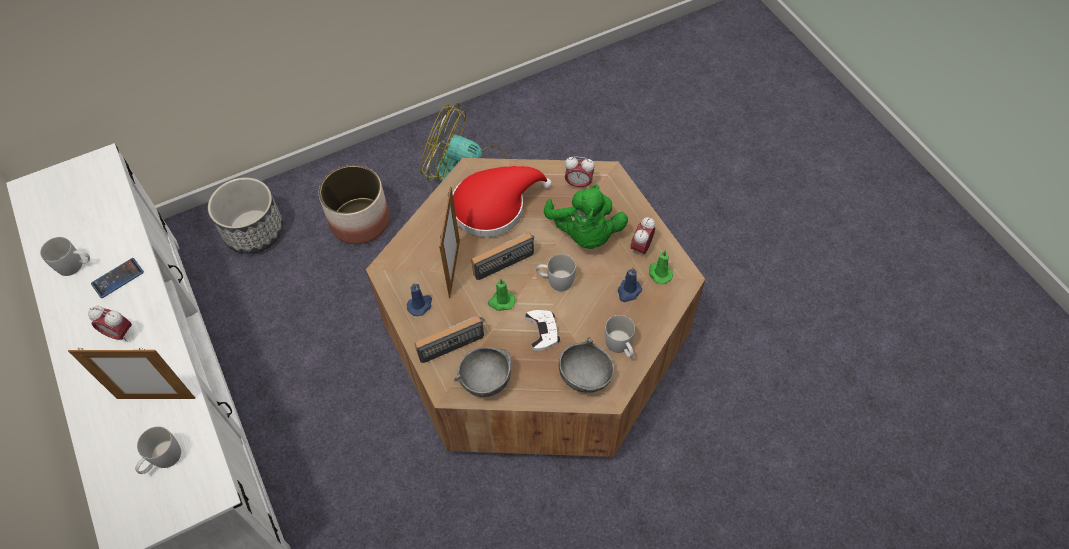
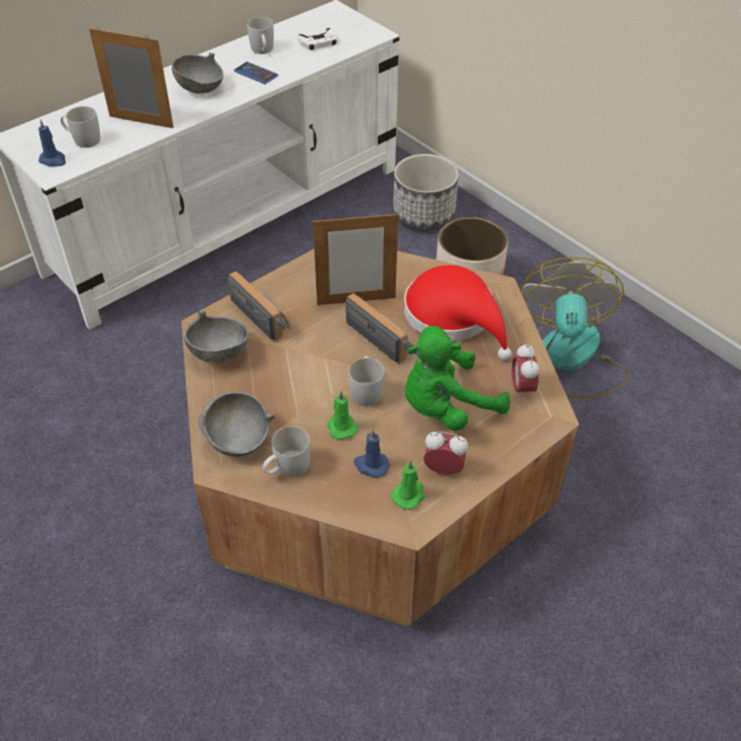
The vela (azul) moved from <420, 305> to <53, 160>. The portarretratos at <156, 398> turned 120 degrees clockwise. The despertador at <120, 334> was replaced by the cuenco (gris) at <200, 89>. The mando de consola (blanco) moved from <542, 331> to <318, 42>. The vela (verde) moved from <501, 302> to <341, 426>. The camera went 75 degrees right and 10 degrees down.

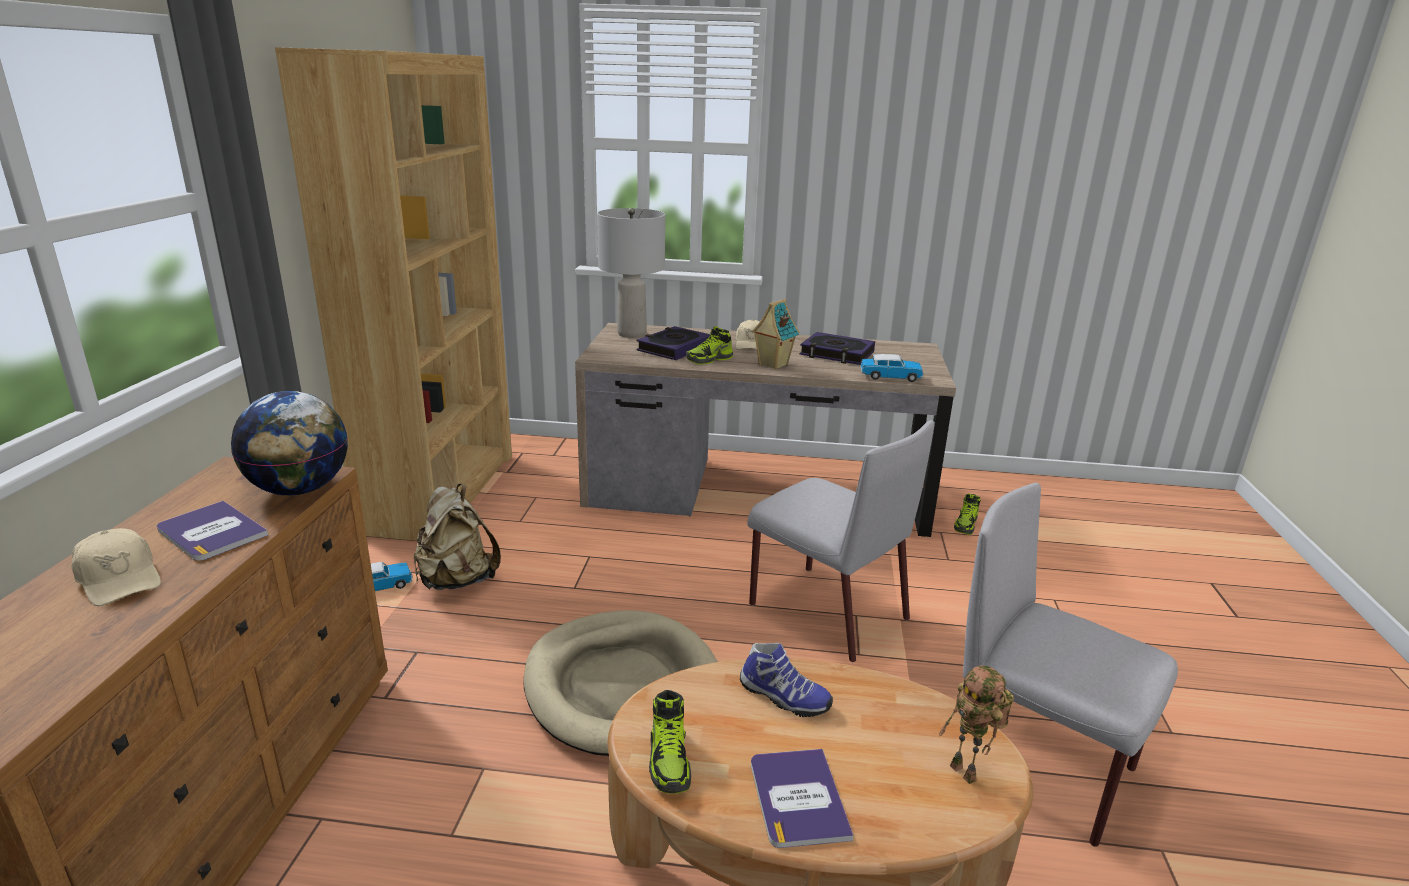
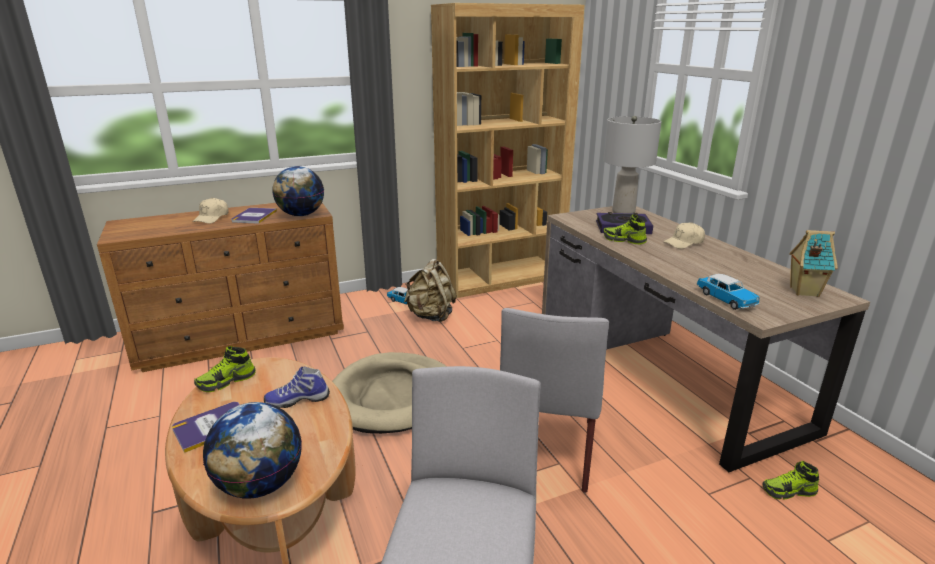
The robot de juguete at <967, 773> was replaced by the globo terráqueo at <259, 485>. The zapato at <783, 698> turned 75 degrees clockwise. The casita moved from <772, 364> to <803, 291>. The libro at <836, 354> disappeared. The camera went 60 degrees right and 0 degrees up.

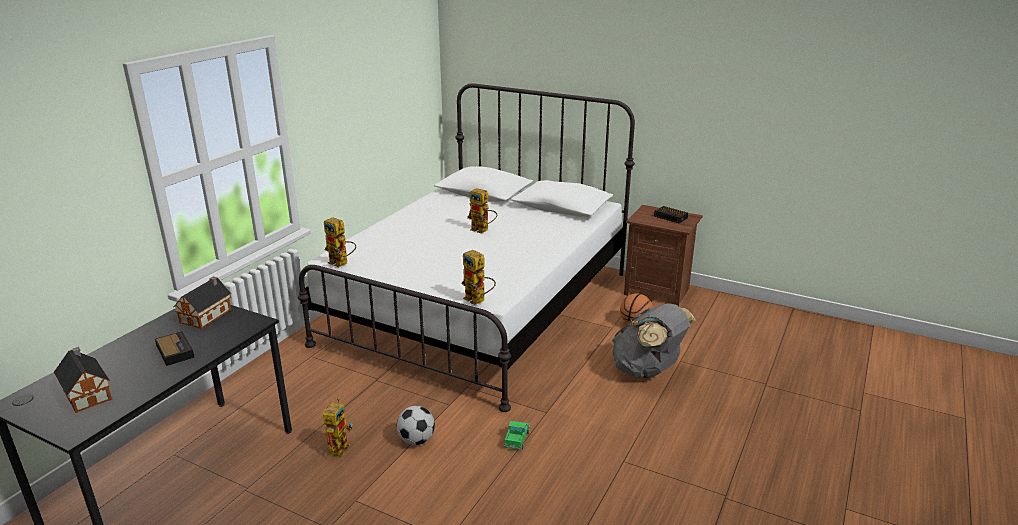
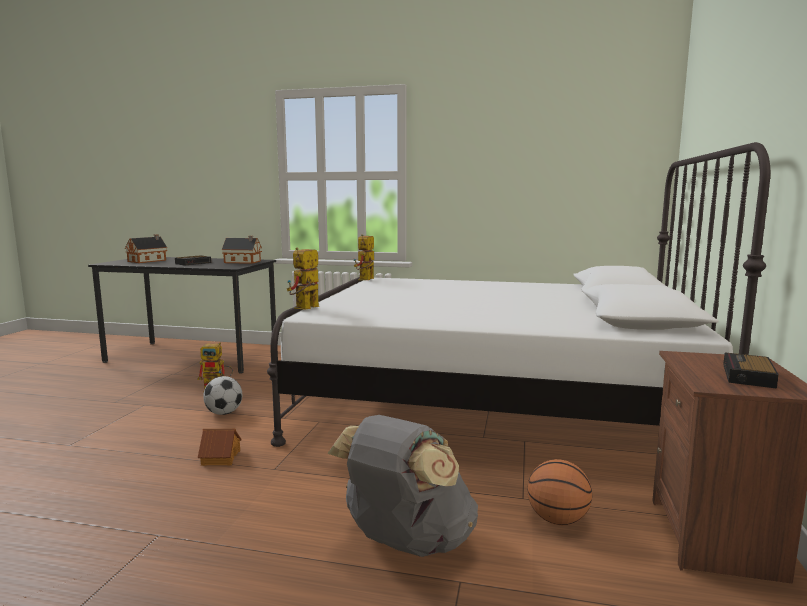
The camión de juguete at <516, 439> was replaced by the casita at <220, 457>. The robot de juguete at <483, 230> disappeared. The camera went 75 degrees right and 15 degrees down.

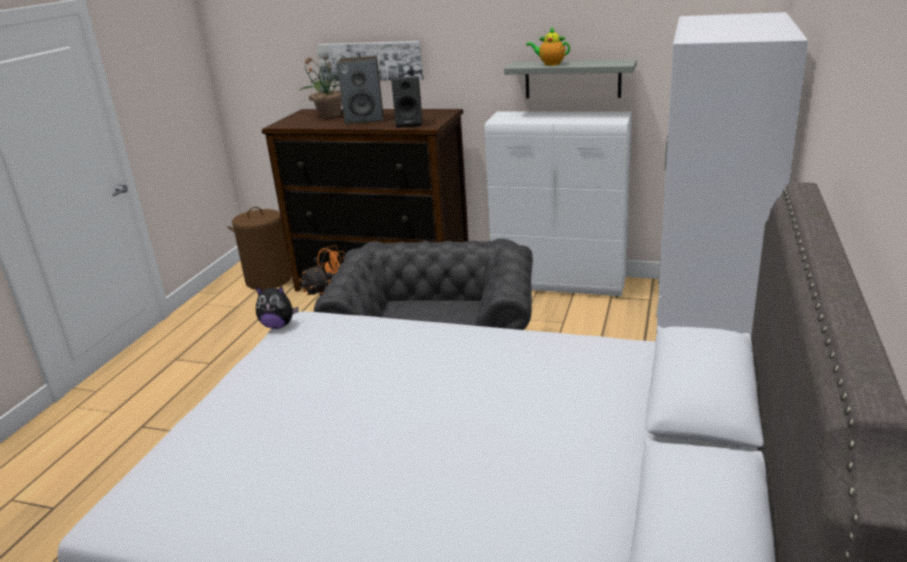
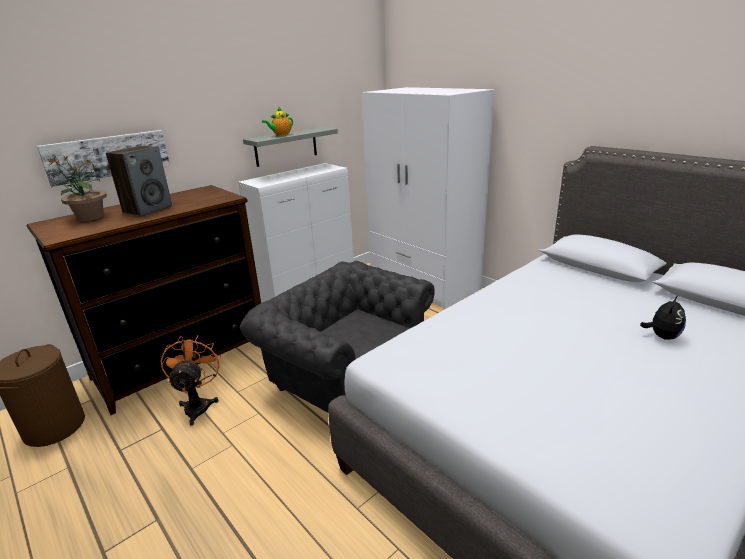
The peluche moved from <278, 326> to <662, 336>. The altavoz (negro) at <410, 123> disappeared. The camera went 60 degrees left and 0 degrees up.

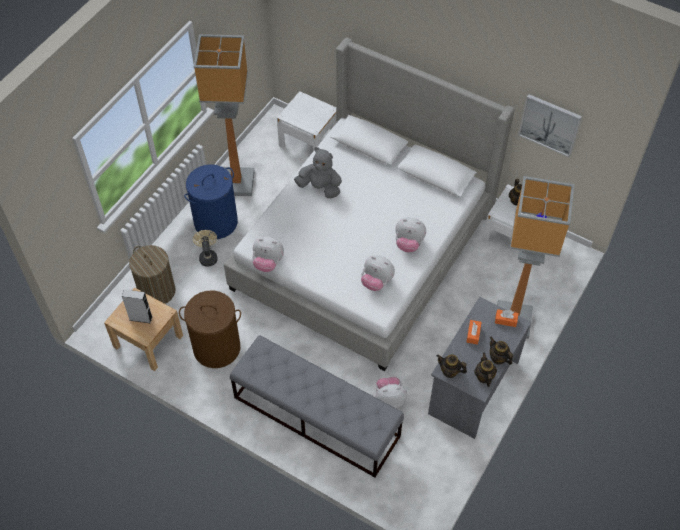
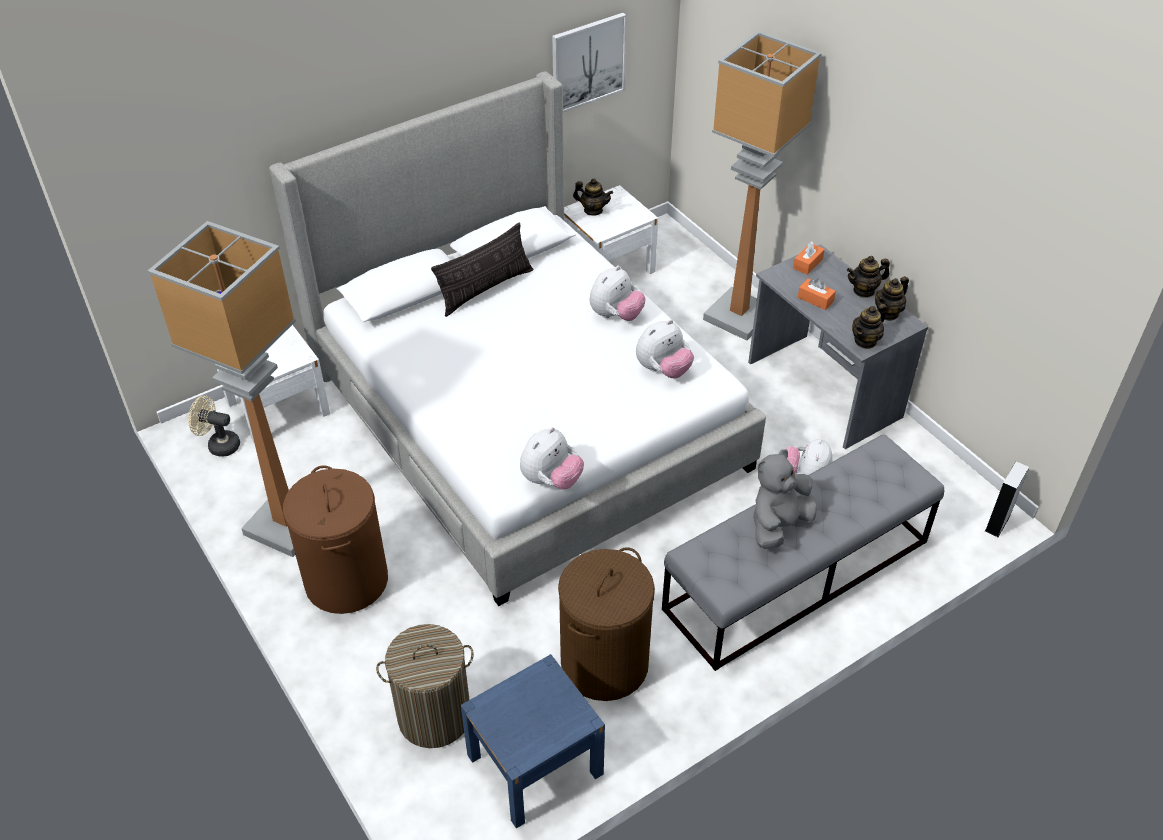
The ventilador (beis) moved from <208, 256> to <219, 445>. The cesto de la ropa (azul) at <216, 222> became the cesto de la ropa (marrón) at <346, 580>. The cojín at <485, 289> appeared. The mesita de noche (beis) at <148, 341> became the mesita de noche (azul) at <535, 764>. The peluche (gris) moved from <320, 187> to <778, 525>. The tetera at <484, 376> turned 60 degrees counterclockwise. The altavoz (gris) moved from <140, 318> to <997, 522>. The camera went 65 degrees left and 10 degrees down.

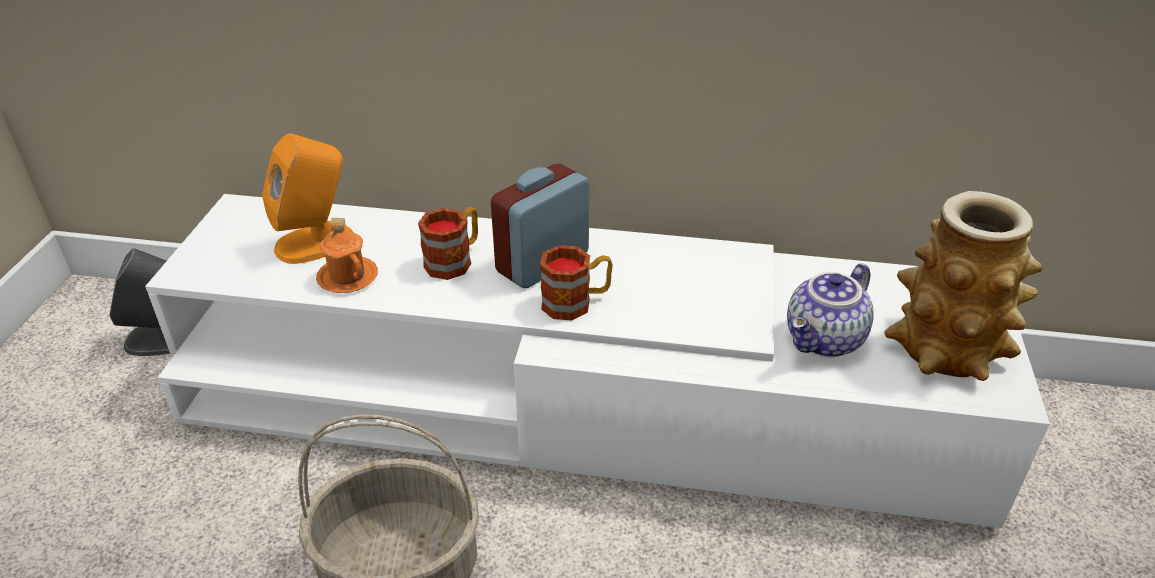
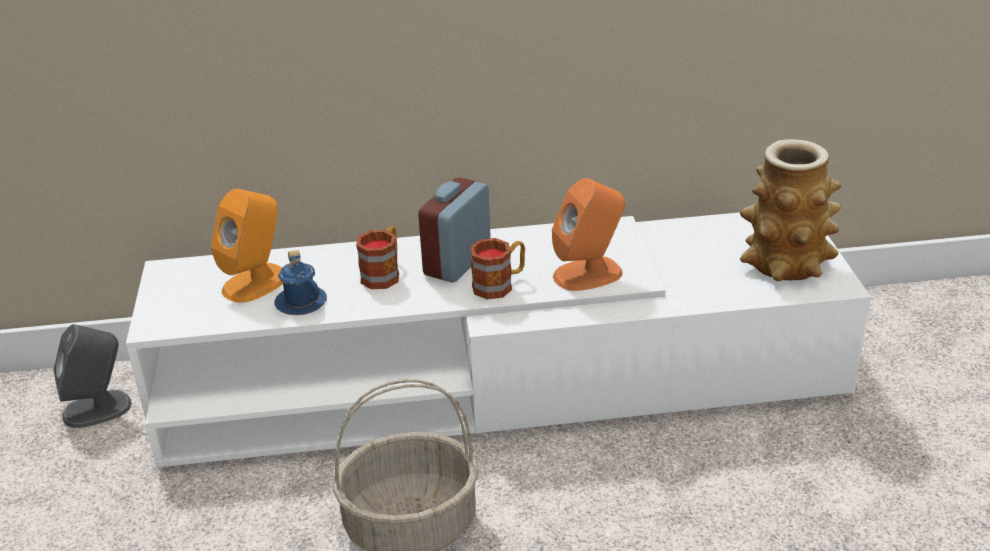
The taza grande (naranja) at <347, 277> became the taza grande (azul) at <301, 302>. The altavoz (naranja) at <588, 274> appeared. The tetera at <825, 341> disappeared. The camera went 15 degrees left and 5 degrees down.

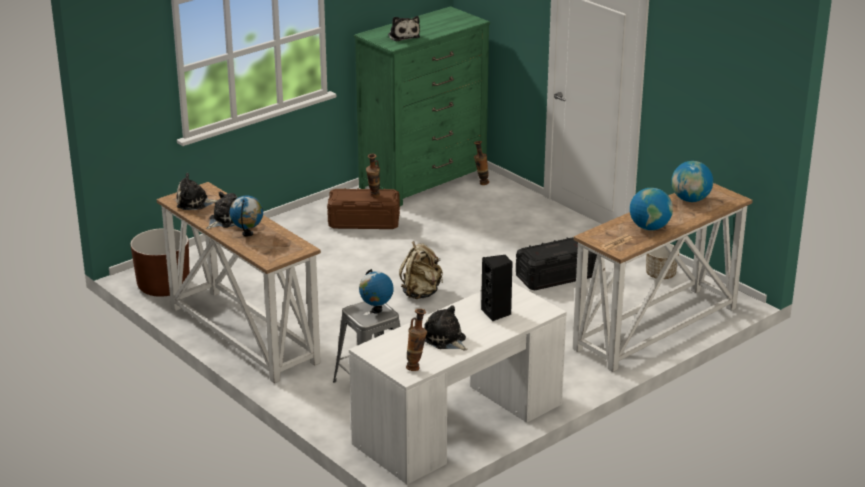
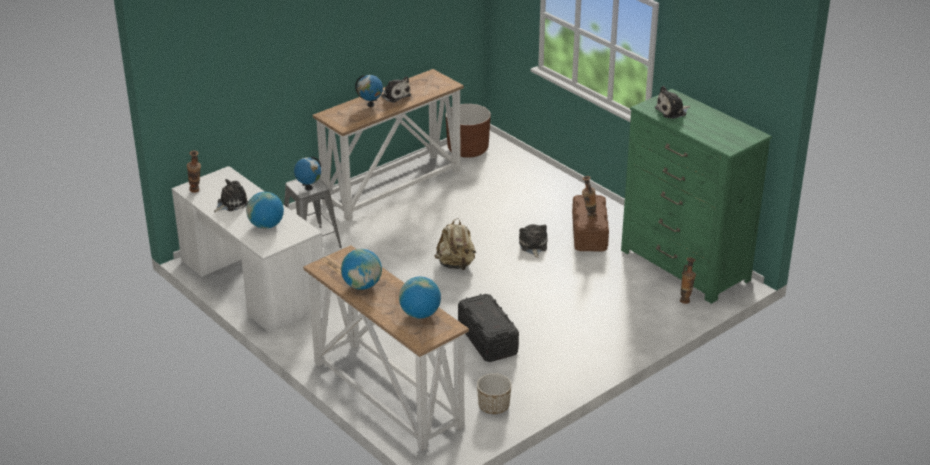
The altavoz (negro) at <496, 313> was replaced by the globo terráqueo at <266, 225>. The peluche moved from <194, 203> to <533, 246>. The camera went 90 degrees right and 5 degrees up.

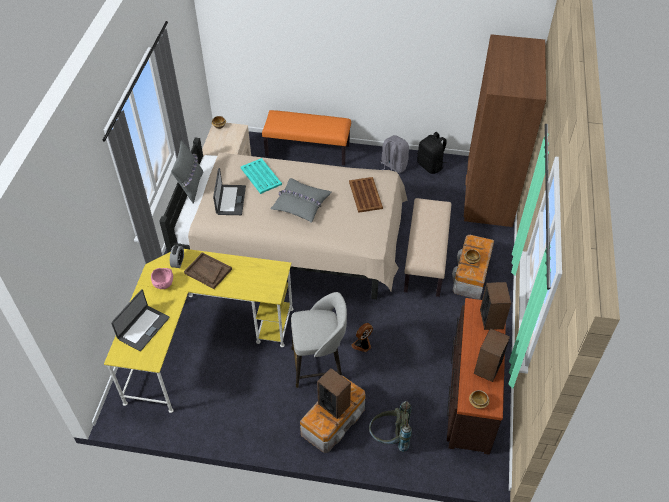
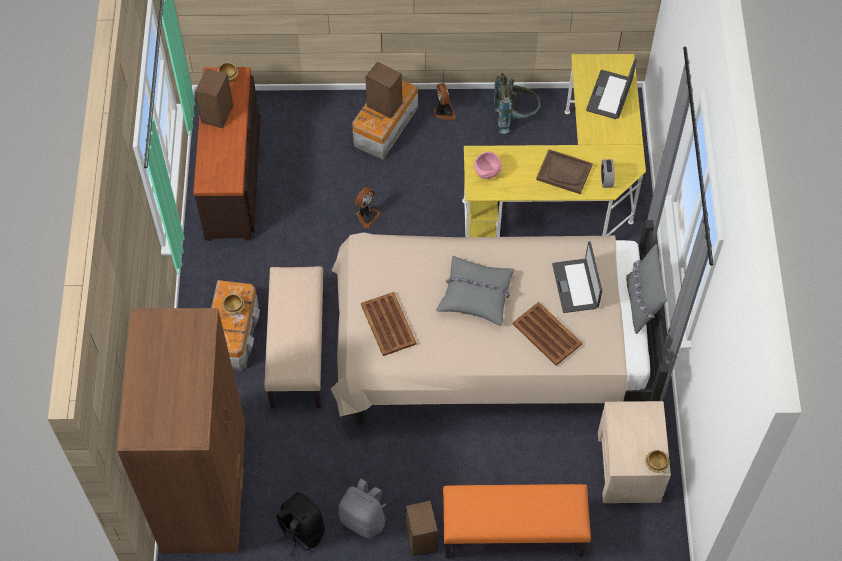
The altavoz moved from <491, 319> to <421, 538>. The ventilador at <443, 112> appeared. The cuenco (rosa) moved from <163, 284> to <487, 173>. The mochila (gris) moved from <390, 438> to <515, 117>. The bandeja (turquesa) at <261, 176> became the bandeja (marrón) at <546, 333>. The taburete (gris) at <319, 365> disappeared. The camera went 170 degrees right and 10 degrees up.

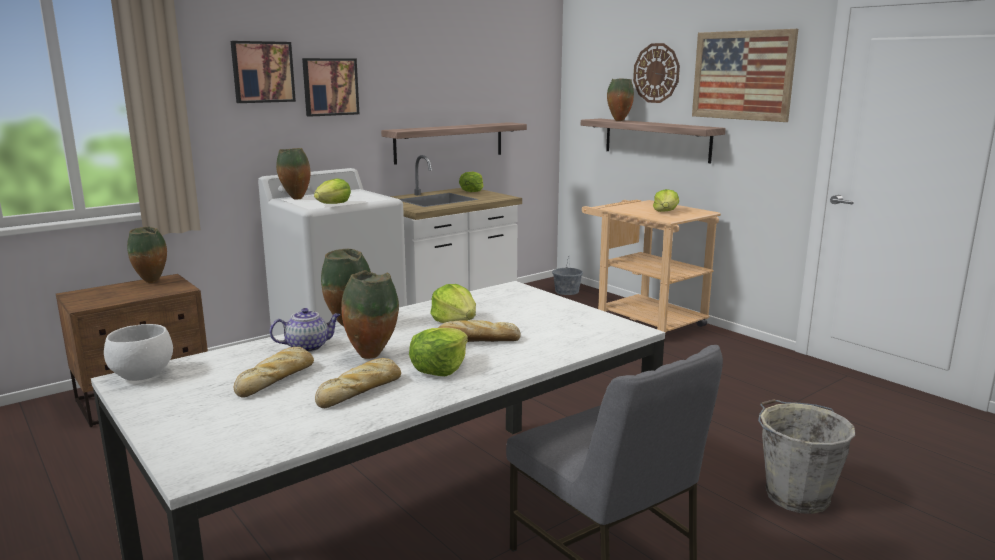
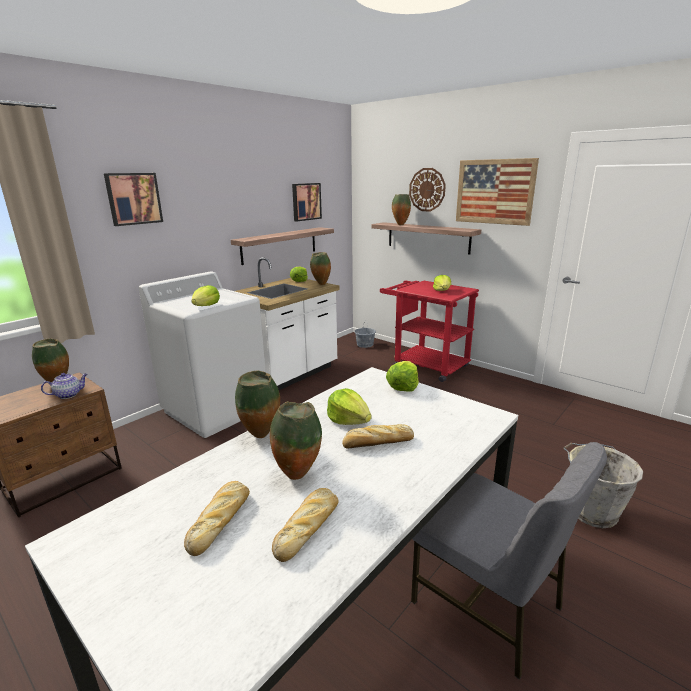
The tetera moved from <308, 347> to <69, 394>. The cuadro moved from <330, 87> to <305, 201>. The florero moved from <295, 199> to <321, 284>. The carrito (beis) at <643, 320> became the carrito (rojo) at <425, 365>. The lechuga moved from <439, 368> to <403, 386>. The cuenco (blanco) at <141, 376> disappeared. The camera went 10 degrees left and 5 degrees up.

